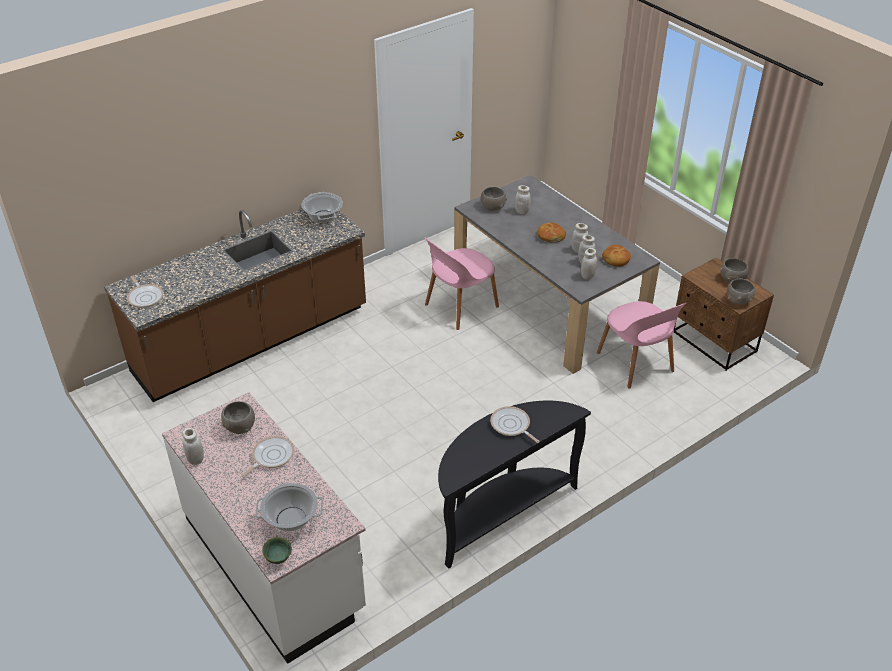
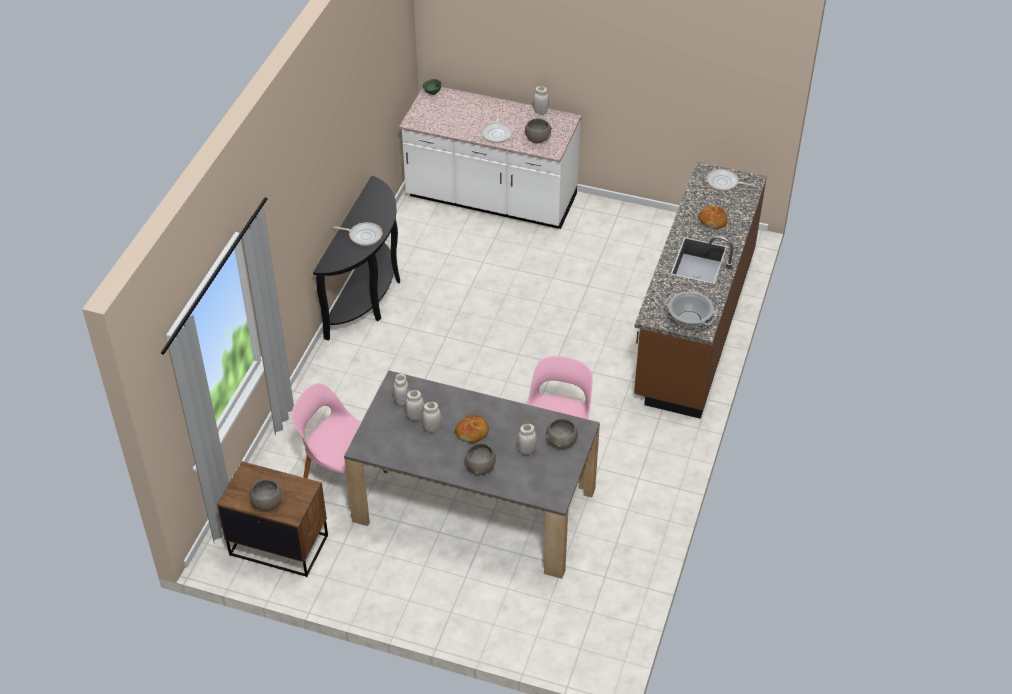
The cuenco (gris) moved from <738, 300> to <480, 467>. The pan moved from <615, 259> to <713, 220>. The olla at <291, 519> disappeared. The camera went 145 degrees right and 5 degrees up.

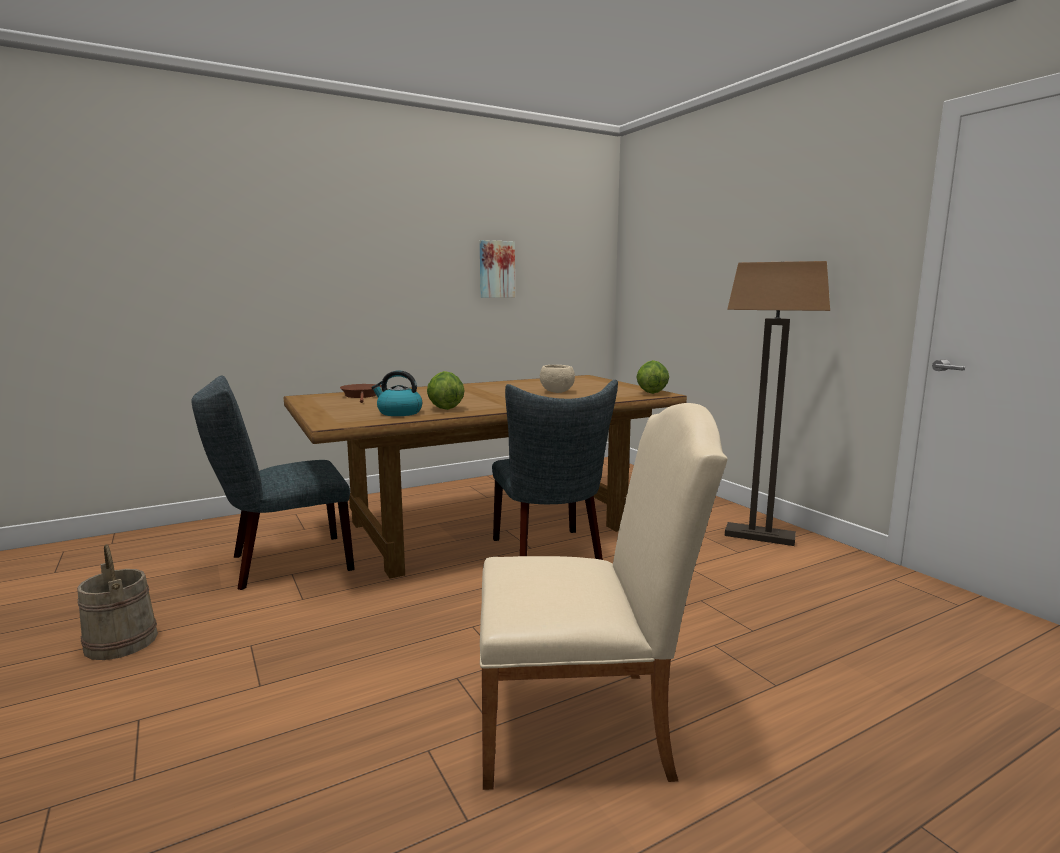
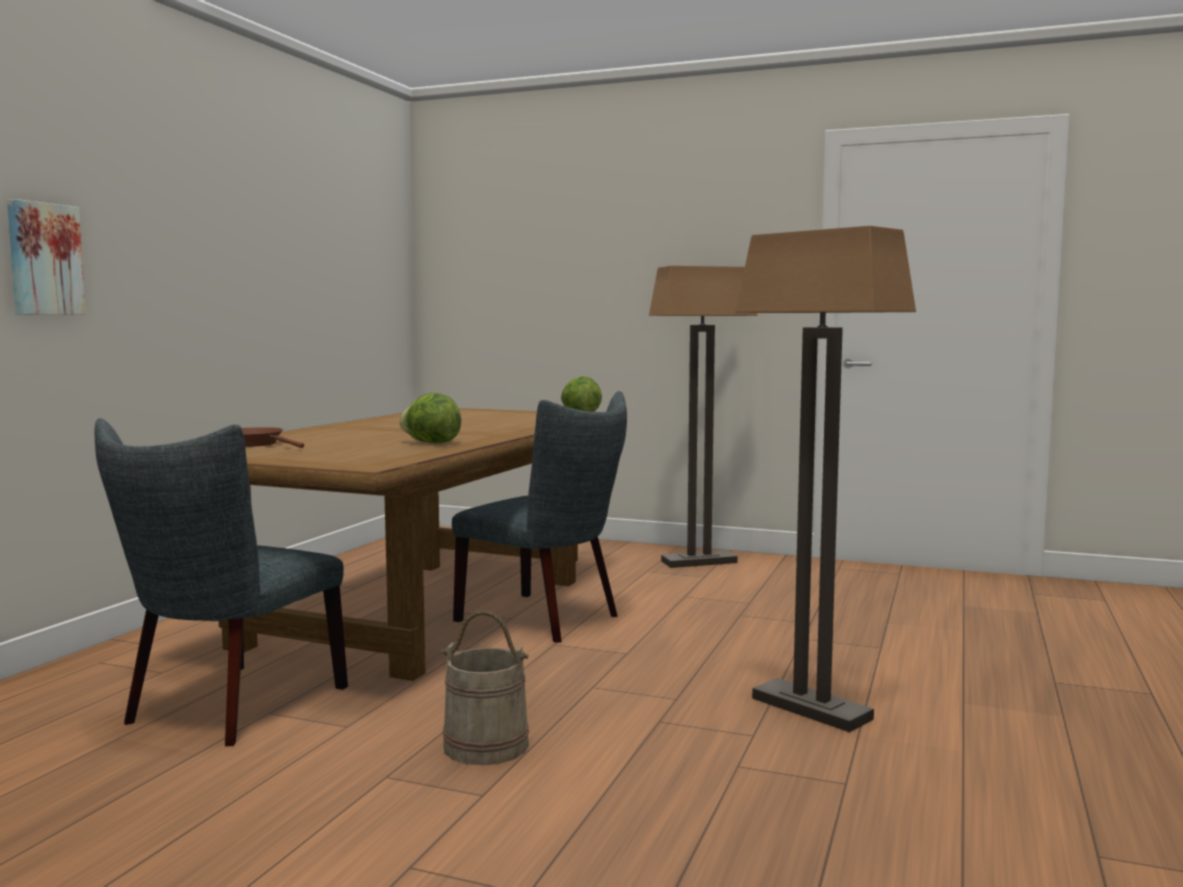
The cuadro moved from <496, 269> to <43, 259>. The cubo (beis) moved from <120, 642> to <485, 746>. The silla (beis) at <587, 724> was replaced by the lámpara de pie at <812, 708>. The hervidor at <399, 413> disappeared. The cuenco (beis) at <557, 392> disappeared. The camera went 40 degrees left and 5 degrees down.

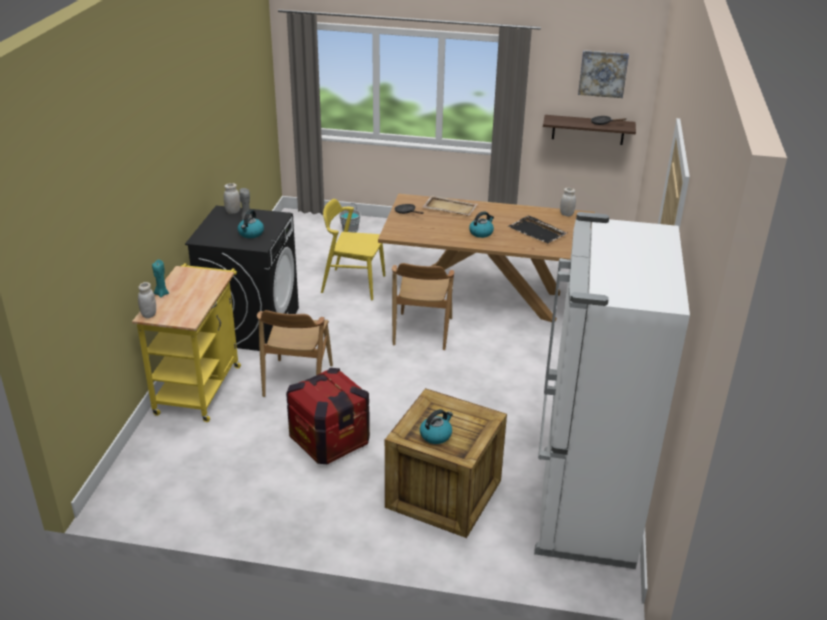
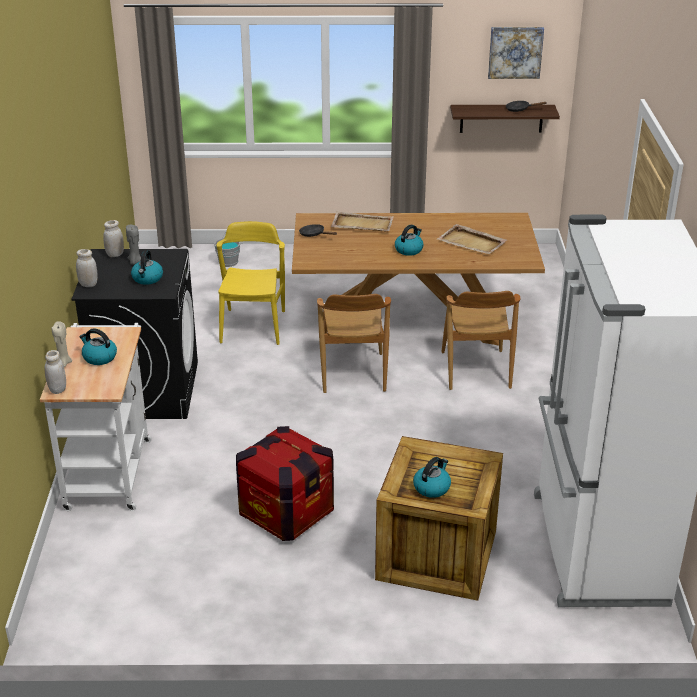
The carrito (amarillo) at <200, 385> became the carrito (blanco) at <109, 469>. The vela (turquesa) at <161, 294> became the vela (beis) at <63, 362>. The tarro (blanco) moved from <566, 214> to <88, 284>. The hervidor at <99, 357> appeared. The silla (amarillo) at <353, 284> turned 90 degrees clockwise. The bandeja (negro) at <537, 232> became the bandeja (beis) at <472, 242>. The silla (marrón) moved from <297, 381> to <475, 370>. The camera went 10 degrees left and 0 degrees up.

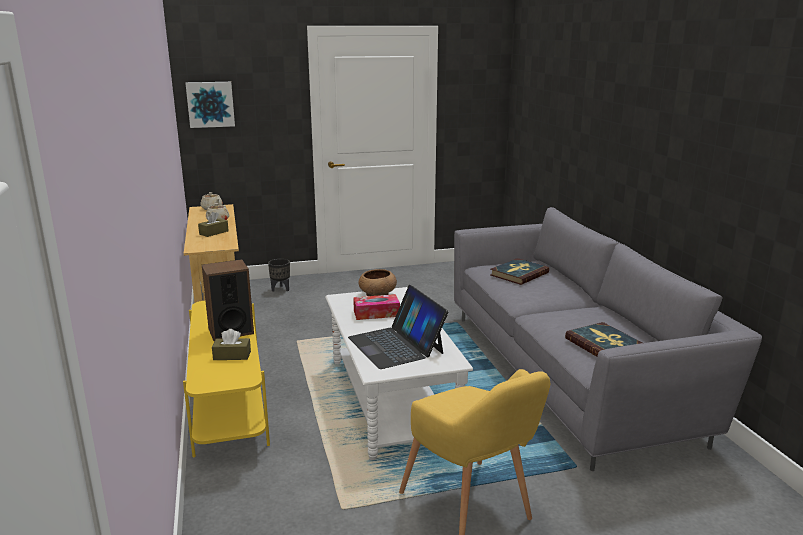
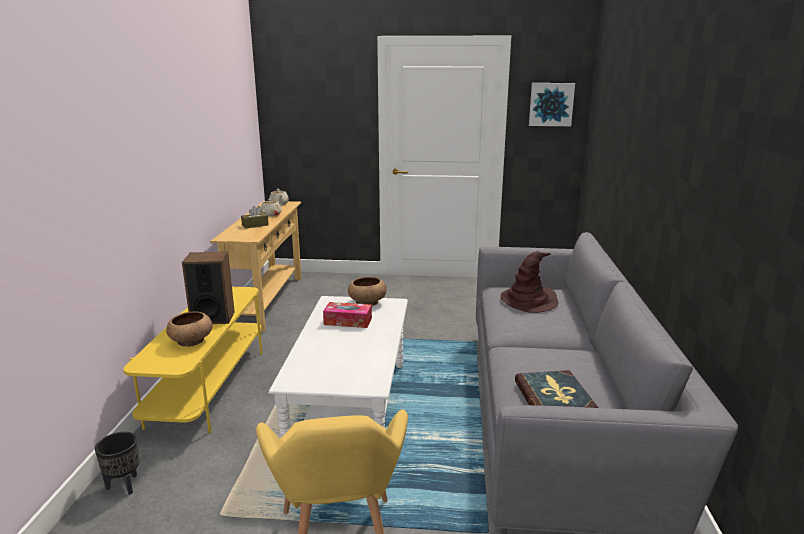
The maceta (negro) moved from <281, 289> to <124, 486>. The caja de pañuelos (marrón) at <232, 355> was replaced by the cuenco (marrón) at <191, 341>. The libro at <519, 274> was replaced by the sombrero (marrón) at <529, 301>. The cuadro moved from <210, 104> to <551, 104>. The portátil at <396, 345> disappeared. The camera went 20 degrees right and 0 degrees up.

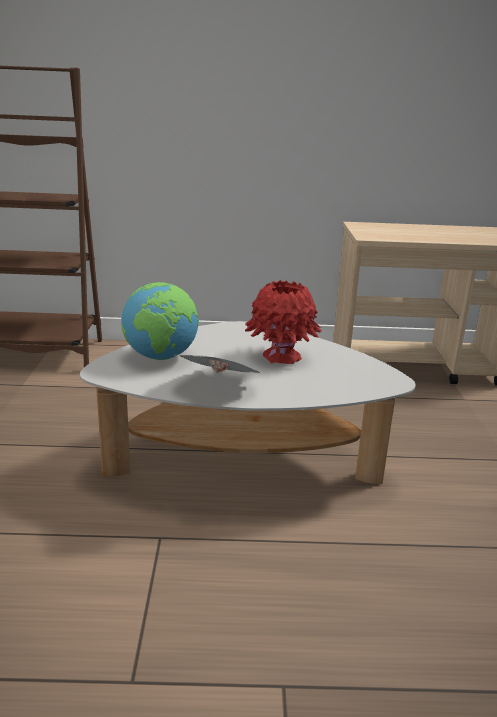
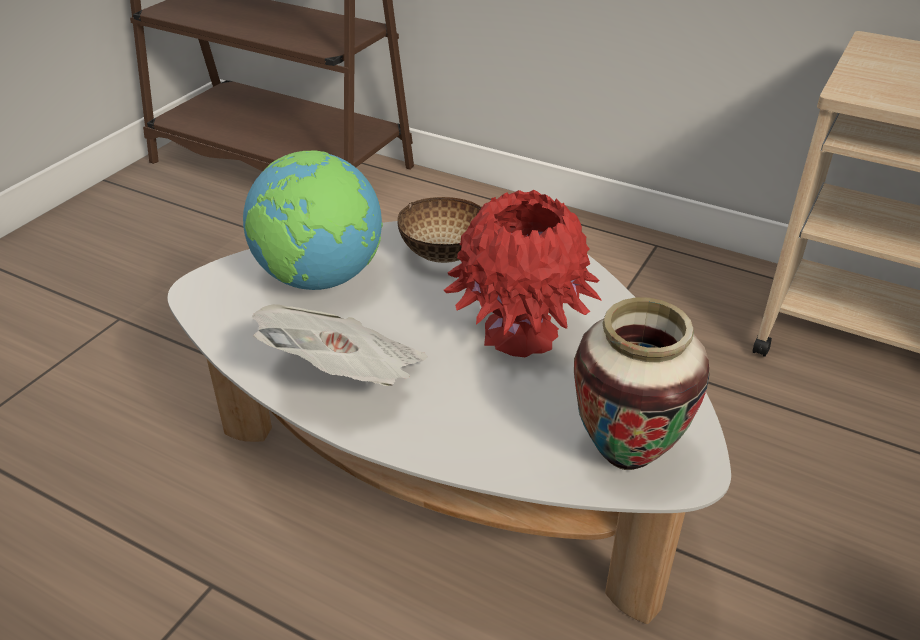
The cuenco at <445, 254> appeared. The florero at <625, 455> appeared. The camera went 30 degrees right and 15 degrees up.

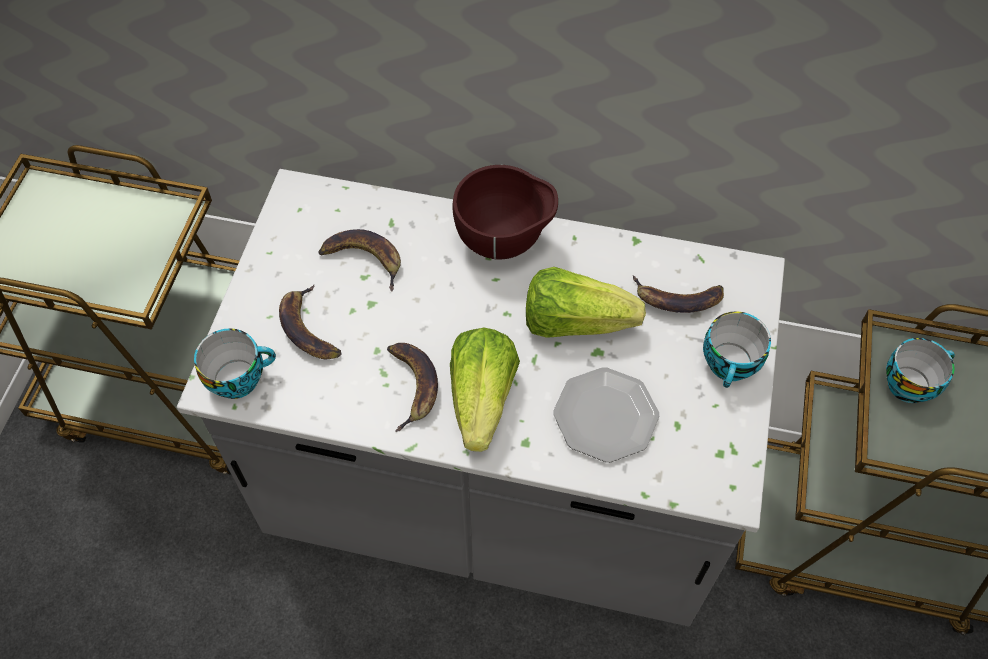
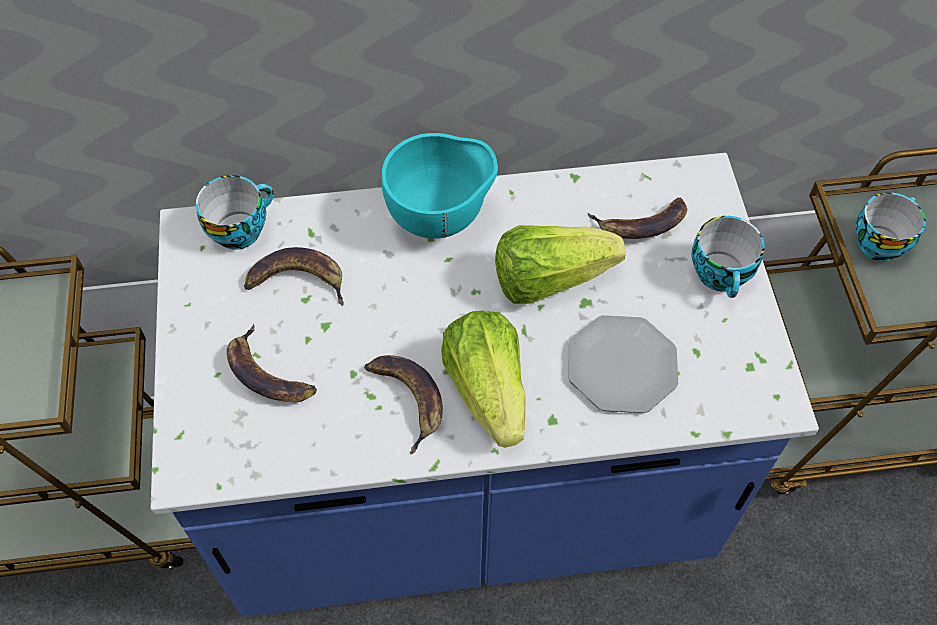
The mueble bajo de cocina (gris) at <494, 497> became the mueble bajo de cocina (azul) at <468, 495>. The taza moved from <239, 377> to <240, 228>. The cuenco (marrón) at <504, 242> became the cuenco (turquesa) at <441, 218>. The camera went 20 degrees left and 0 degrees up.

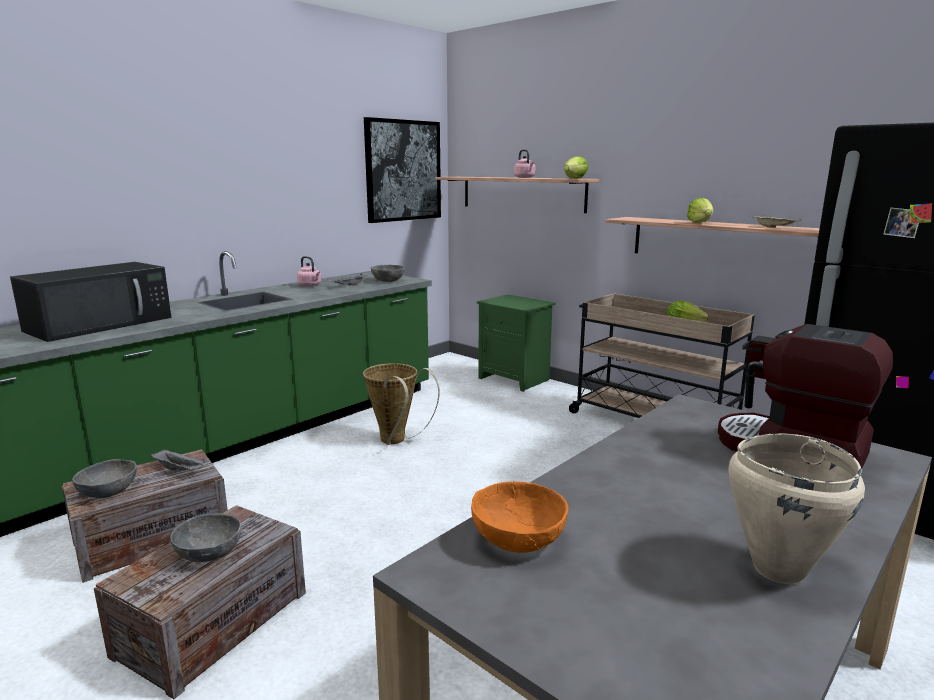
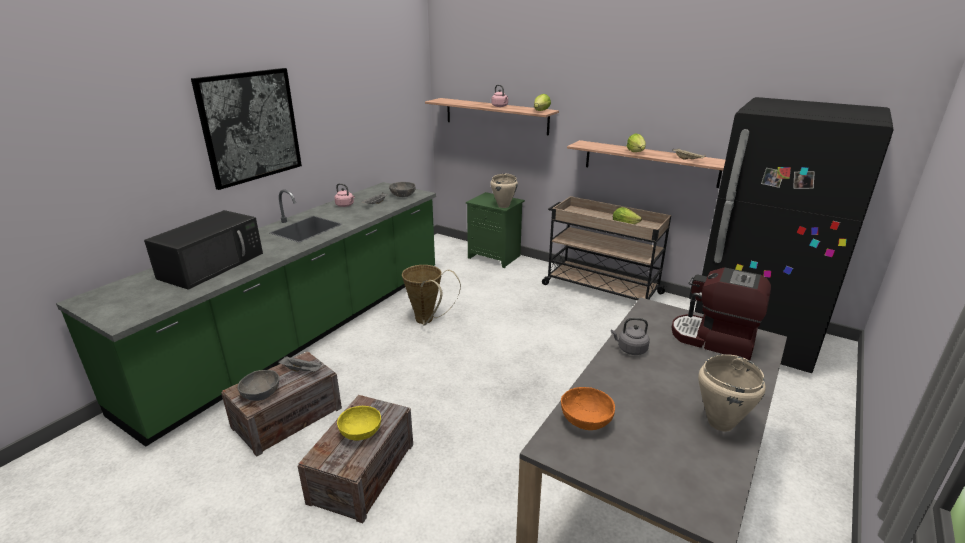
The cuadro moved from <403, 170> to <250, 126>. The cuenco (gris) at <209, 553> became the cuenco (amarillo) at <361, 432>. The olla (beis) at <503, 206> appeared. The hervidor (gris) at <630, 349> appeared. The camera went 10 degrees left and 10 degrees up.

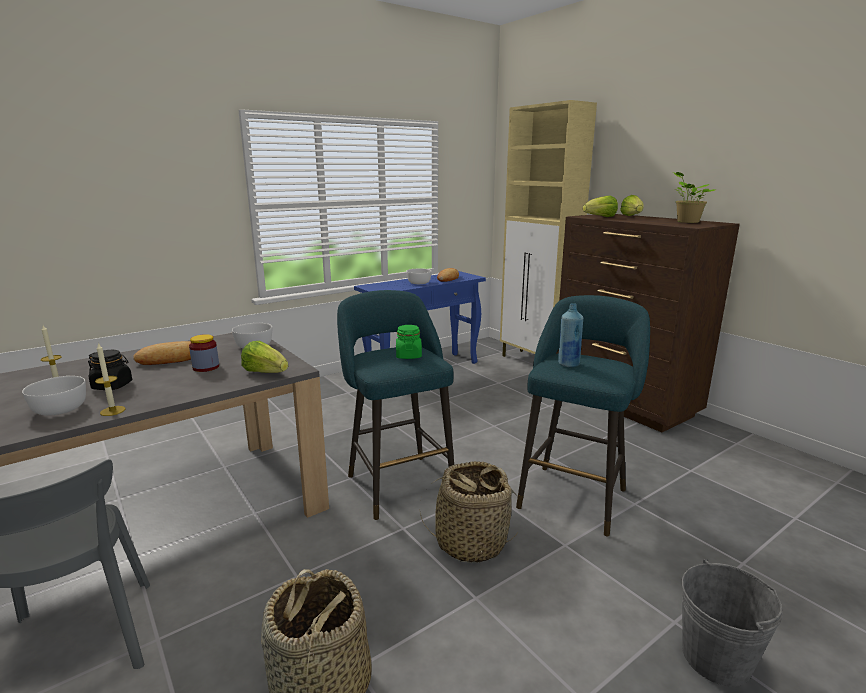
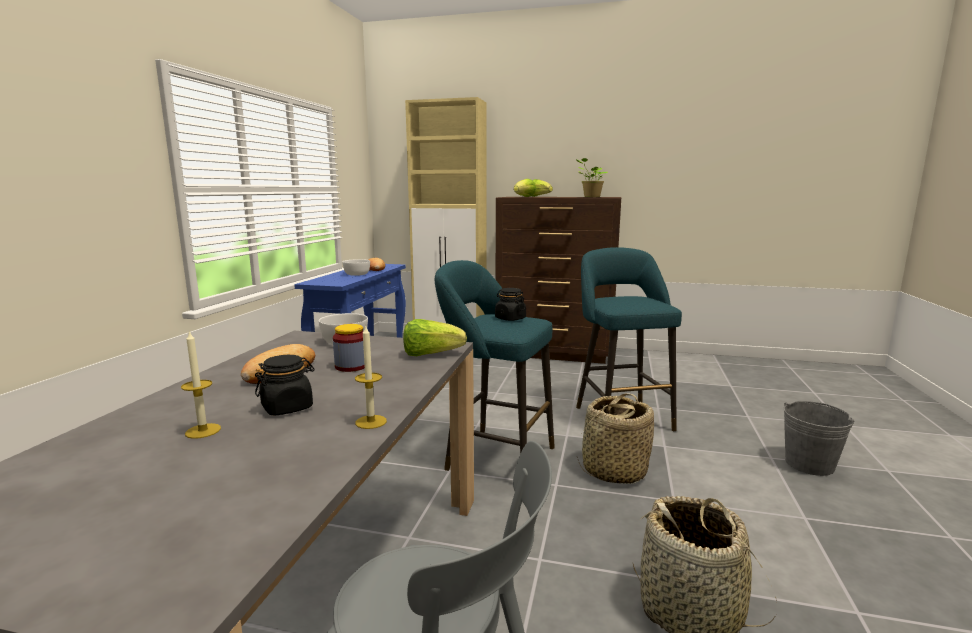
The tarro (verde) at <408, 356> became the tarro (negro) at <510, 318>. The cuenco (blanco) at <59, 409> disappeared. The botella (azul) at <568, 364> disappeared. The camera went 40 degrees left and 5 degrees down.

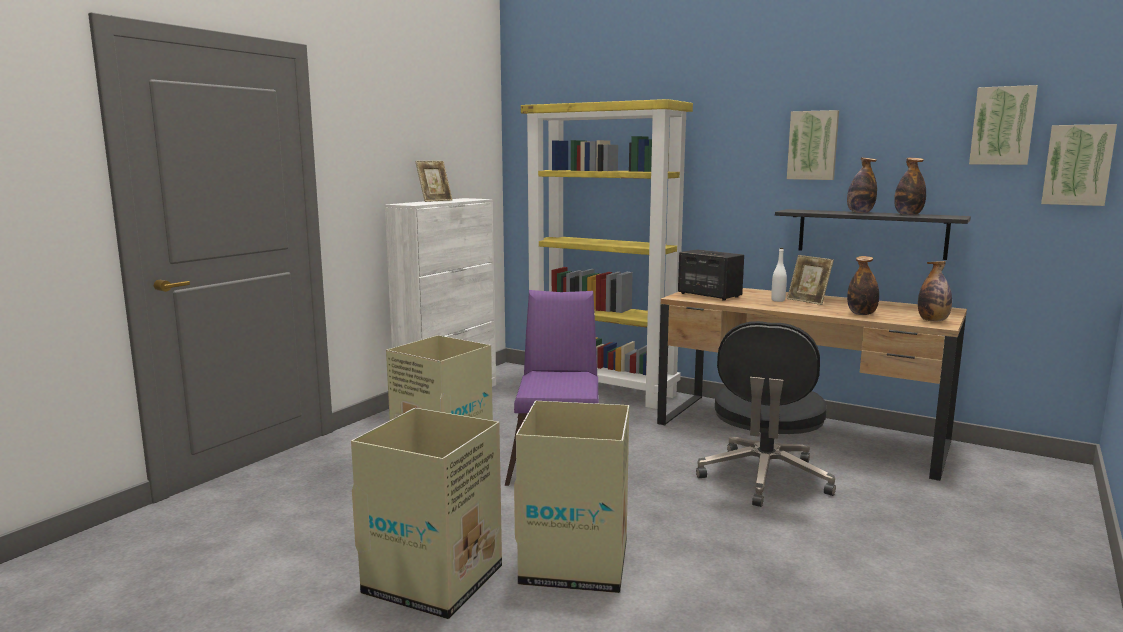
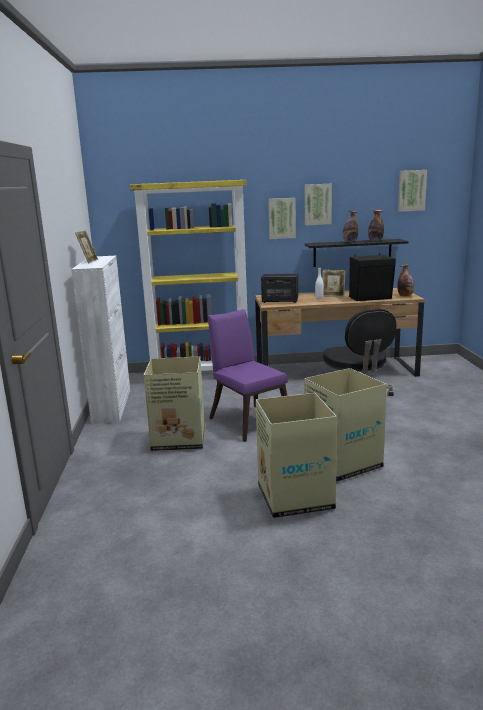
The cuadro moved from <1077, 165> to <281, 218>. The botella at <861, 314> was replaced by the altavoz (negro) at <371, 298>. The camera went 35 degrees left and 5 degrees up.

